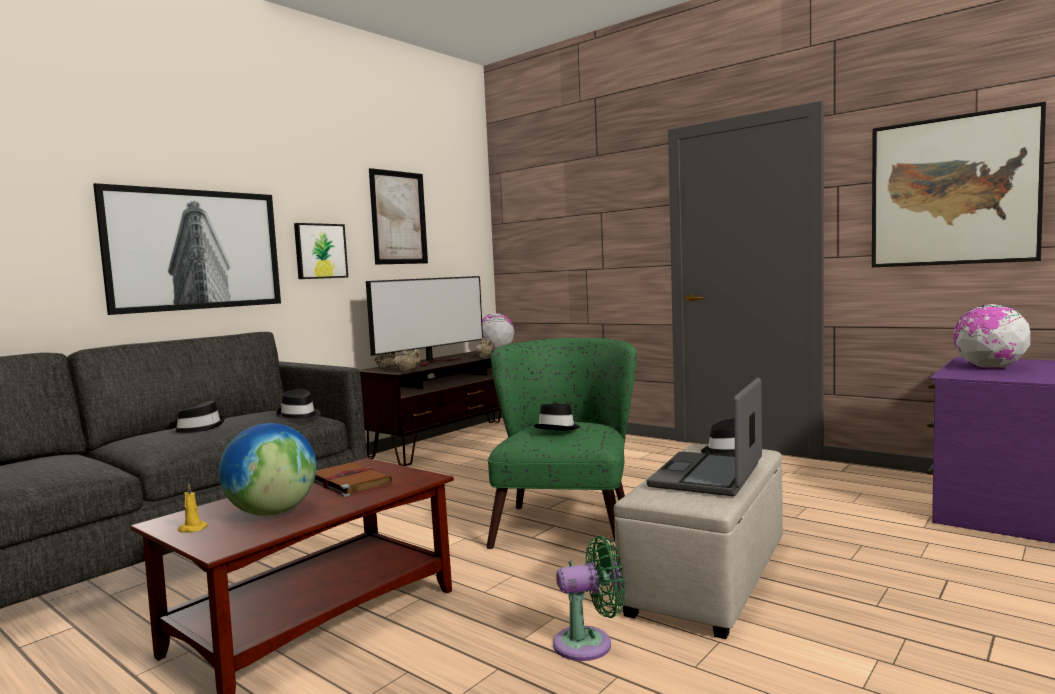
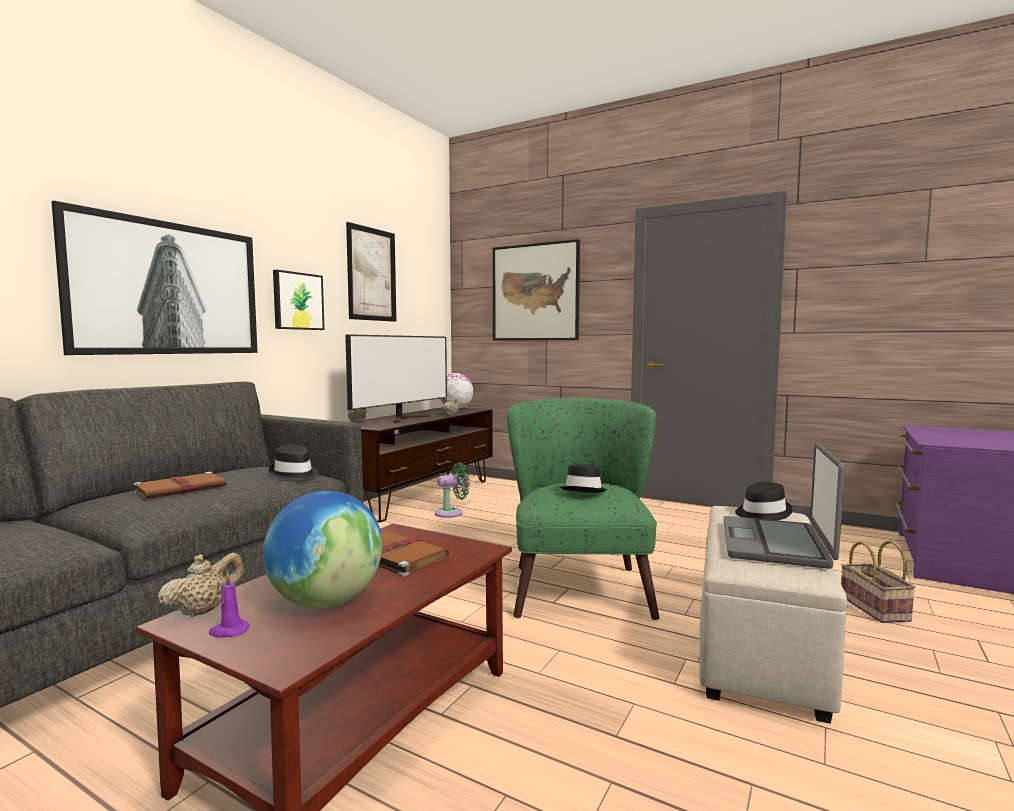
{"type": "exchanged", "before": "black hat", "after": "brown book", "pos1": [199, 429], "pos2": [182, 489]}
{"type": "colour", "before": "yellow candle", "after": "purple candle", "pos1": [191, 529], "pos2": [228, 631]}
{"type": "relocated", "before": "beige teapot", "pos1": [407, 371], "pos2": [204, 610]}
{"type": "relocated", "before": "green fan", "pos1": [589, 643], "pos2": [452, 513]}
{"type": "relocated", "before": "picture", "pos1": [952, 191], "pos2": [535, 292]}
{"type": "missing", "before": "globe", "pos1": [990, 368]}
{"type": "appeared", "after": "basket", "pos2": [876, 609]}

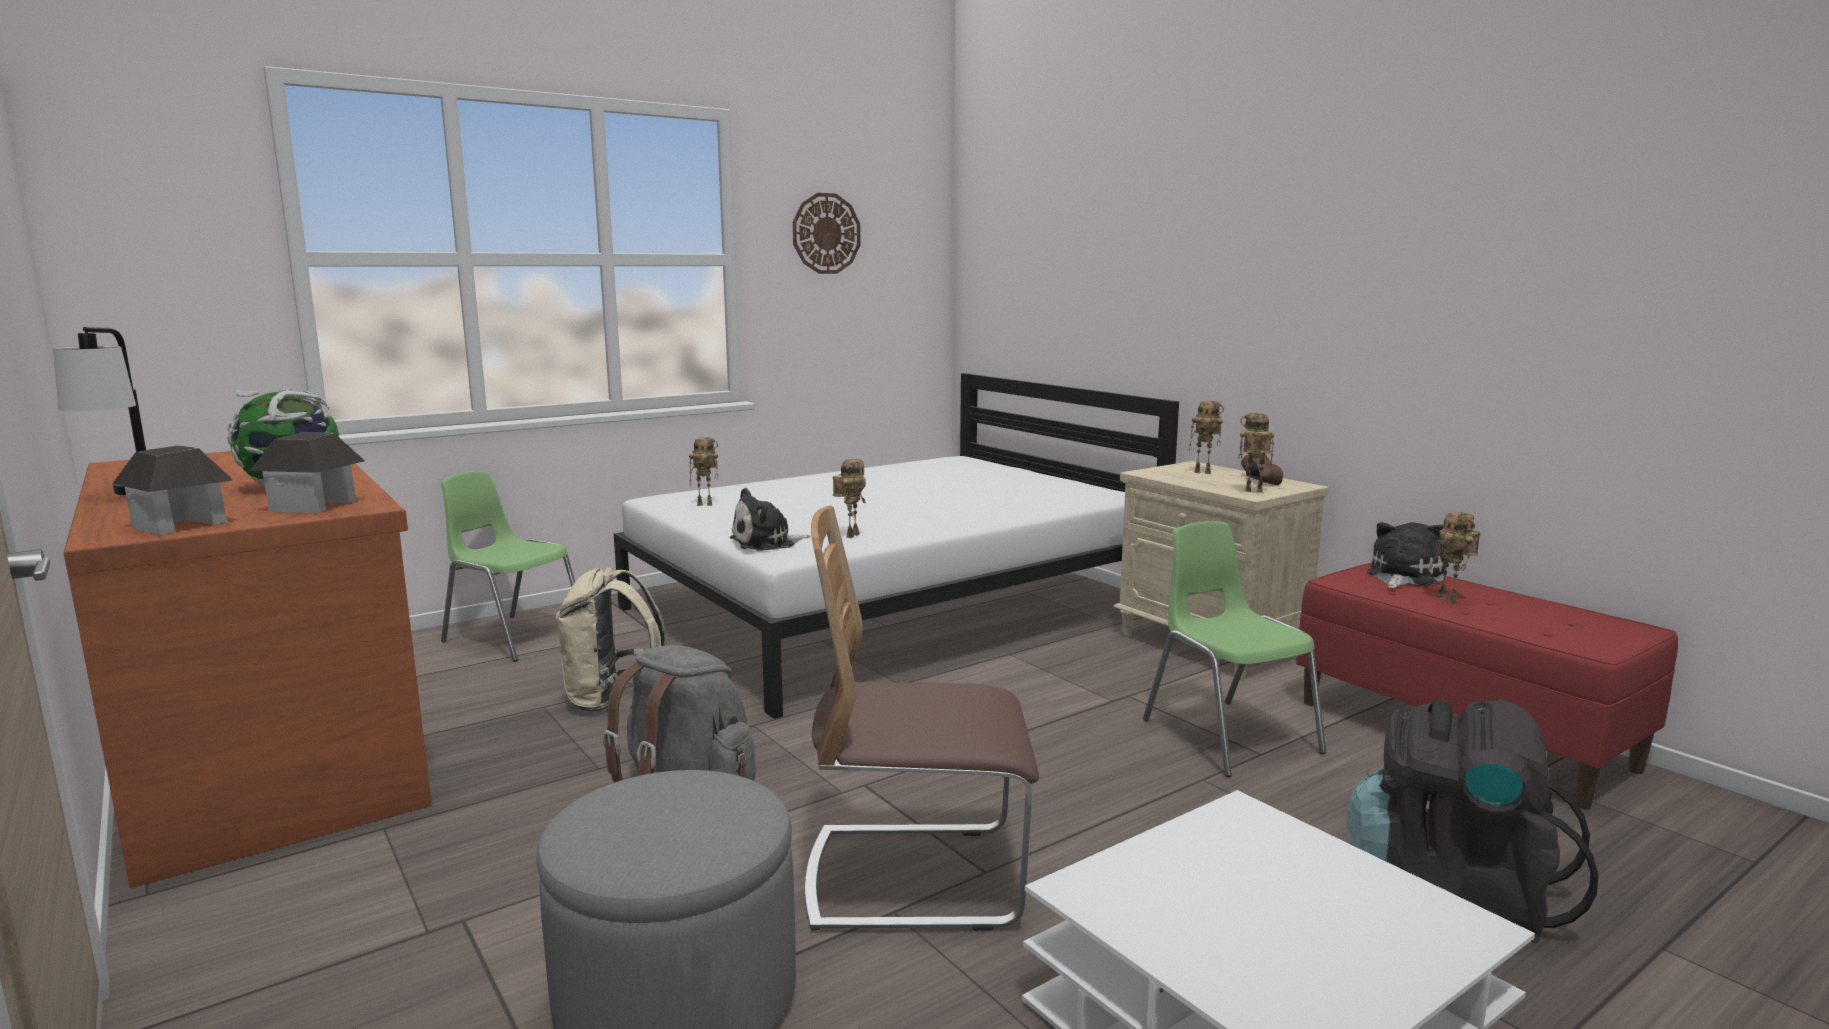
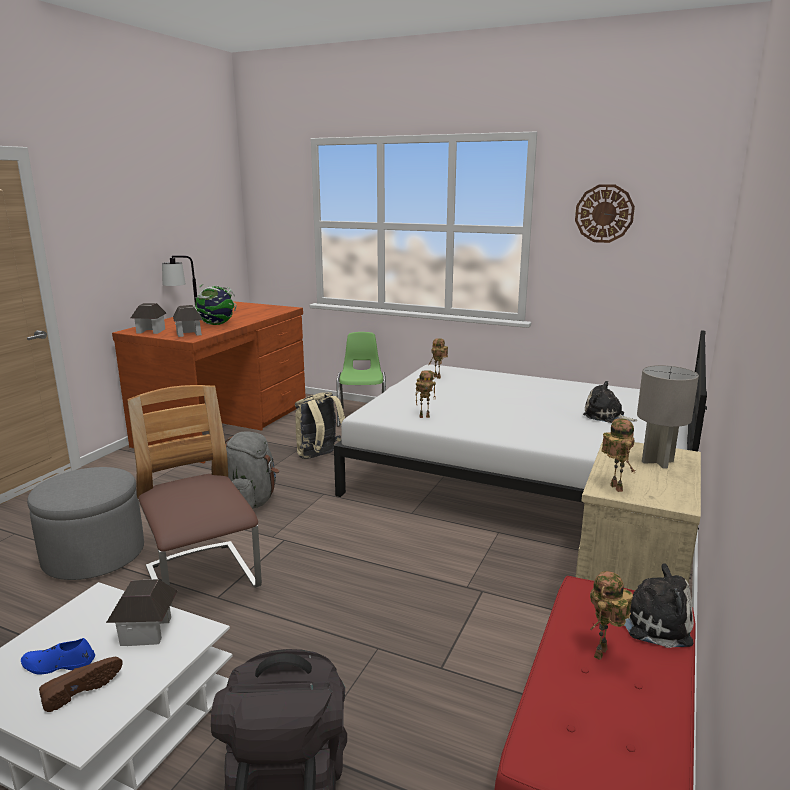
{"type": "relocated", "before": "plush toy", "pos1": [767, 543], "pos2": [606, 416]}
{"type": "missing", "before": "green chair", "pos1": [1228, 735]}
{"type": "exchanged", "before": "toy robot", "after": "grey table lamp", "pos1": [1204, 472], "pos2": [658, 462]}
{"type": "relocated", "before": "brown shoe", "pos1": [1255, 480], "pos2": [80, 689]}
{"type": "appeared", "after": "blue shoe", "pos2": [58, 664]}
{"type": "appeared", "after": "toy house", "pos2": [146, 631]}

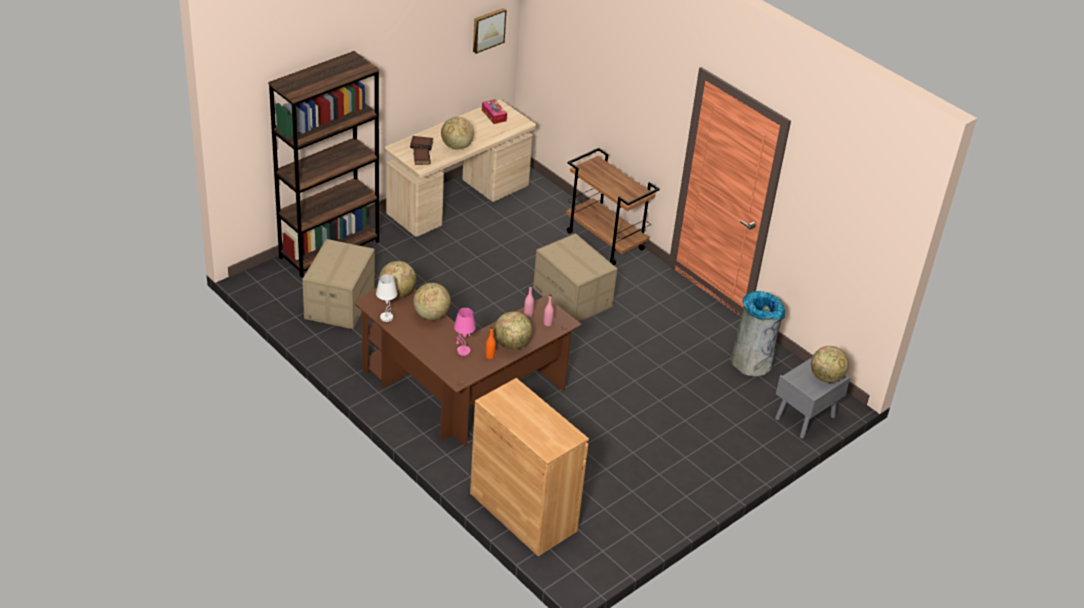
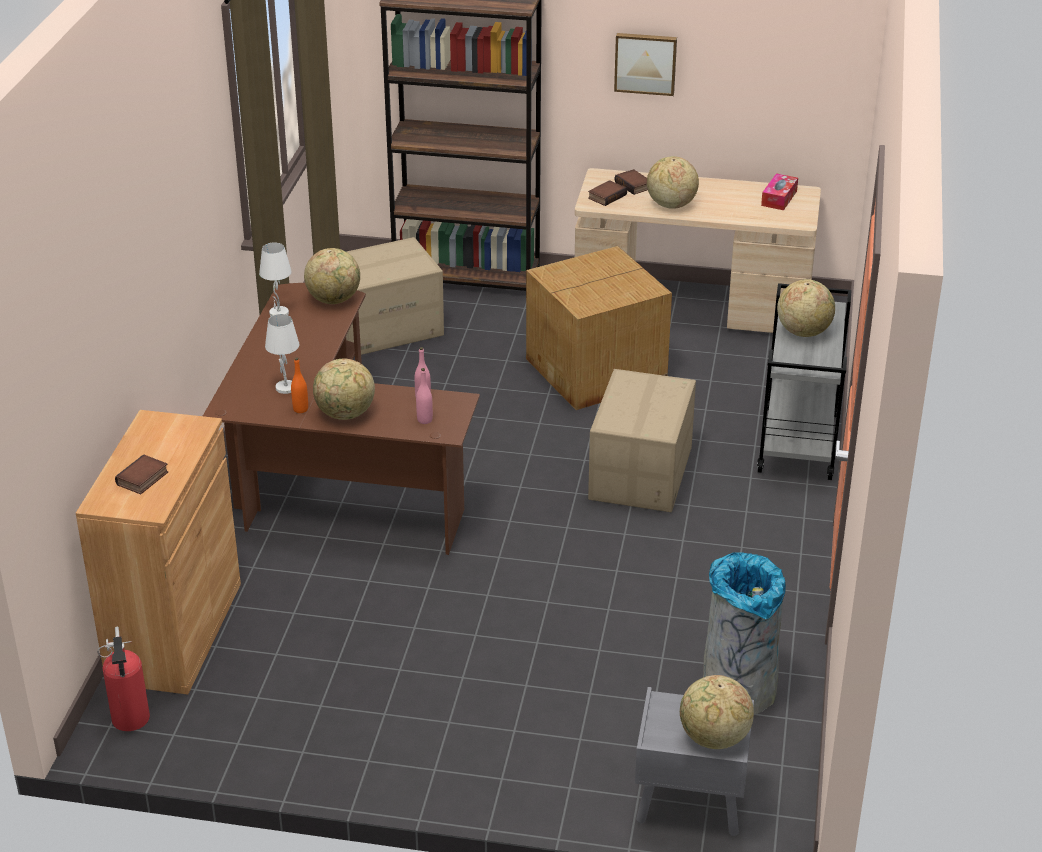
{"type": "relocated", "before": "globe", "pos1": [431, 315], "pos2": [803, 332]}
{"type": "colour", "before": "pink table lamp", "after": "white table lamp", "pos1": [463, 351], "pos2": [285, 387]}
{"type": "relocated", "before": "picture", "pos1": [488, 29], "pos2": [645, 63]}
{"type": "colour", "before": "brown cart", "after": "grey cart", "pos1": [606, 241], "pos2": [798, 444]}
{"type": "appeared", "after": "fire extinguisher", "pos2": [130, 721]}
{"type": "appeared", "after": "book", "pos2": [143, 479]}
{"type": "appeared", "after": "cardboard box", "pos2": [598, 371]}

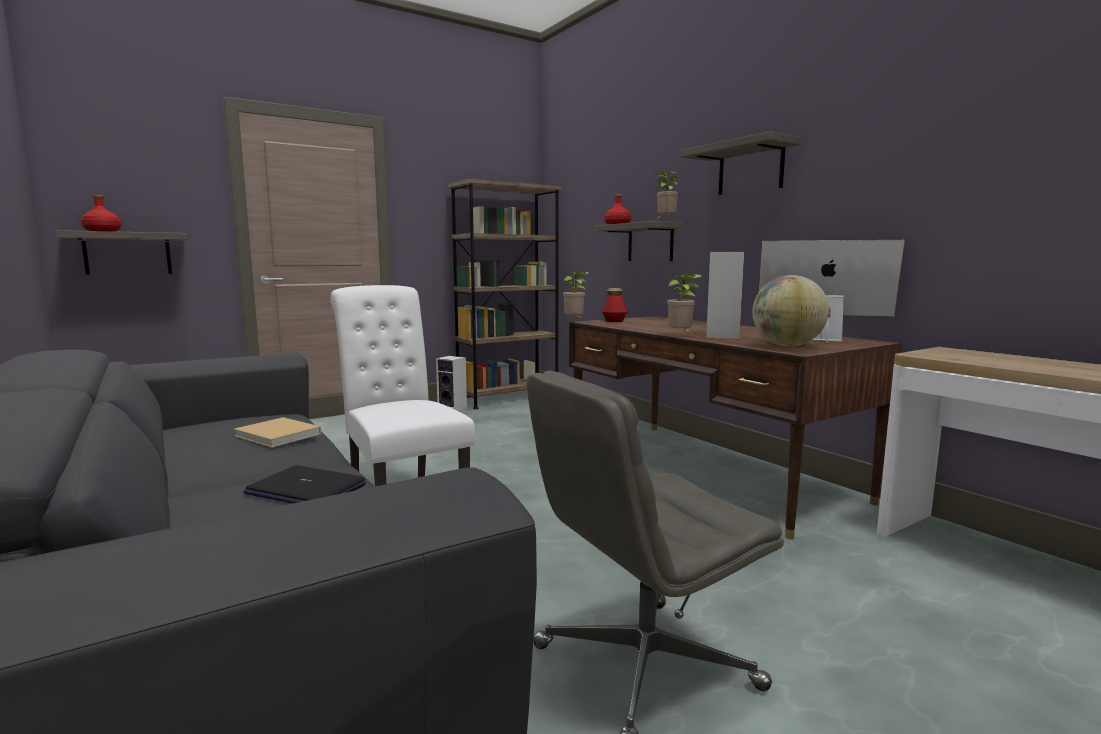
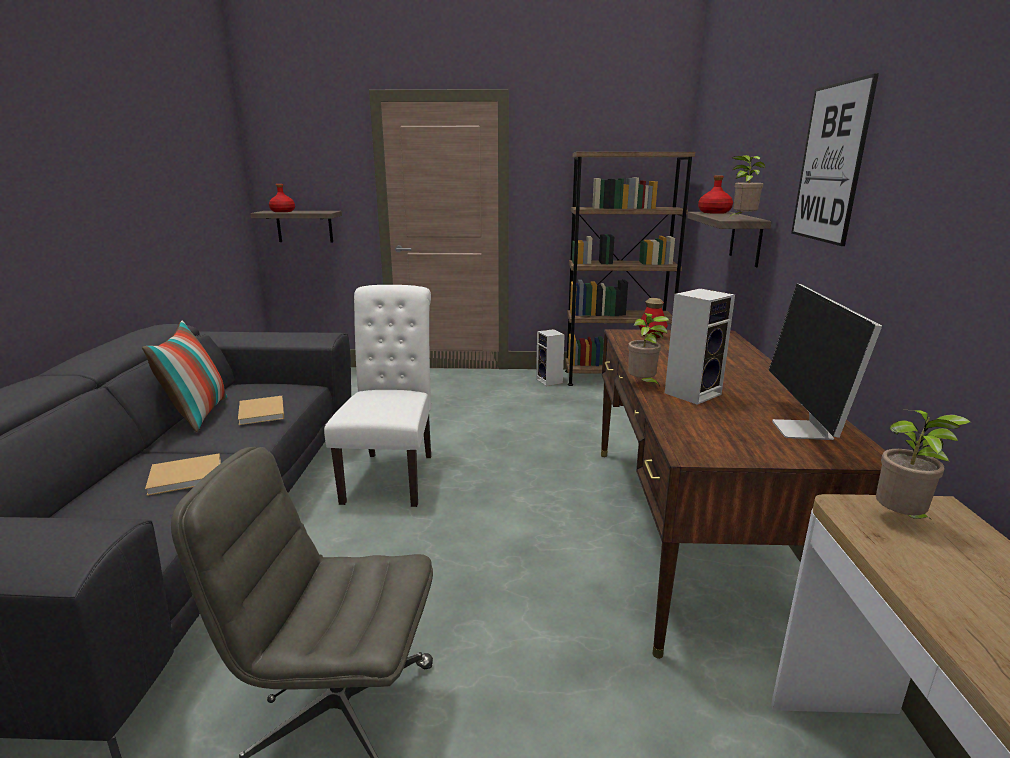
{"type": "exchanged", "before": "laptop", "after": "beige book", "pos1": [305, 489], "pos2": [188, 476]}
{"type": "relocated", "before": "potted plant", "pos1": [575, 321], "pos2": [901, 520]}
{"type": "exchanged", "before": "shelf", "after": "picture", "pos1": [750, 169], "pos2": [830, 164]}
{"type": "missing", "before": "globe", "pos1": [787, 346]}
{"type": "spun", "before": "monitor", "pos1": [821, 339], "pos2": [803, 431], "turn": -135}
{"type": "appeared", "after": "pillow", "pos2": [197, 415]}

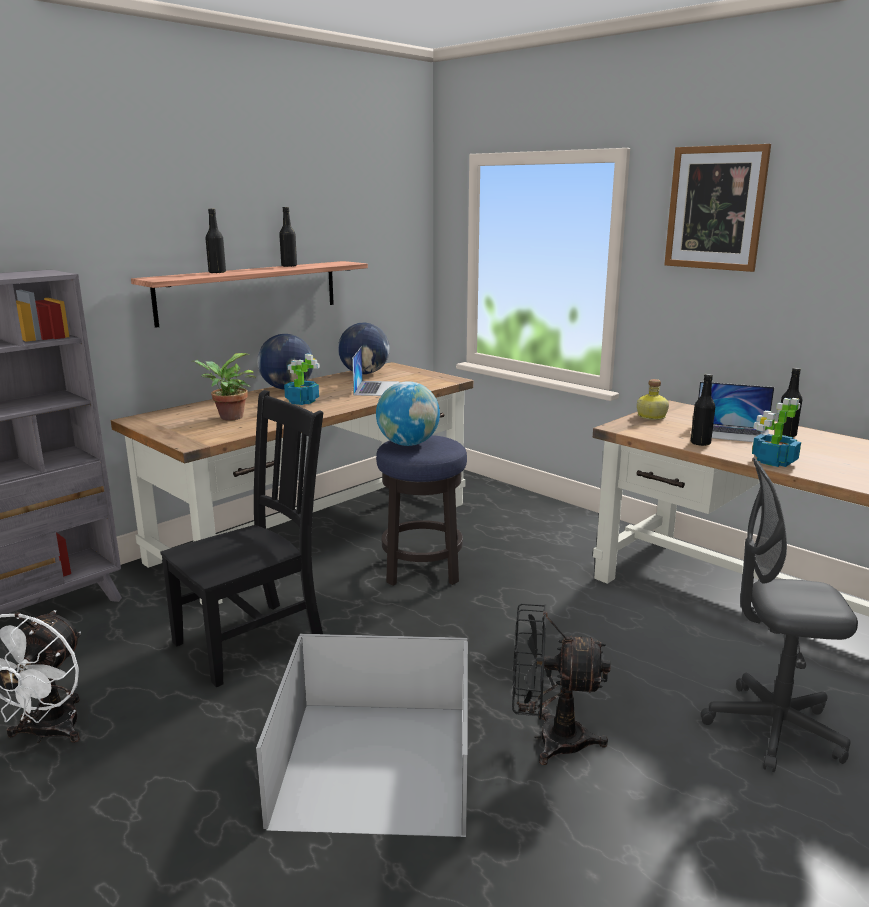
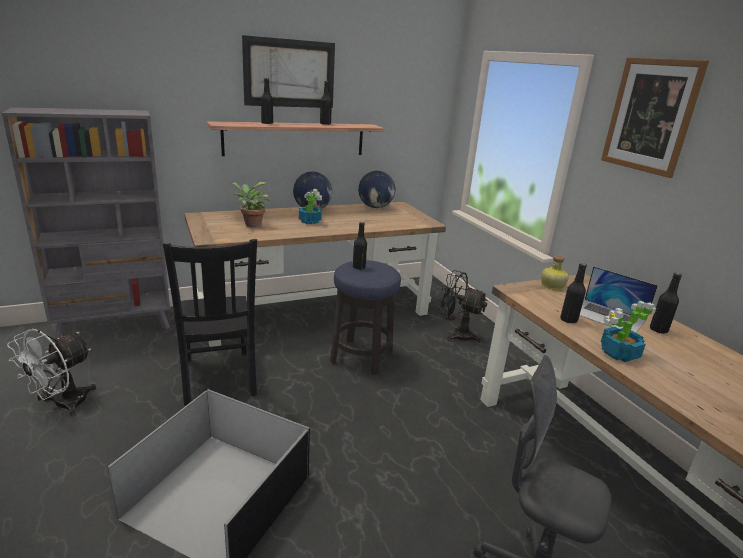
{"type": "spun", "before": "black chair", "pos1": [254, 640], "pos2": [218, 378], "turn": 90}
{"type": "missing", "before": "laptop", "pos1": [376, 388]}
{"type": "exchanged", "before": "globe", "after": "black bottle", "pos1": [408, 444], "pos2": [359, 267]}
{"type": "relocated", "before": "black fan", "pos1": [549, 739], "pos2": [456, 334]}
{"type": "appeared", "after": "picture", "pos2": [289, 73]}

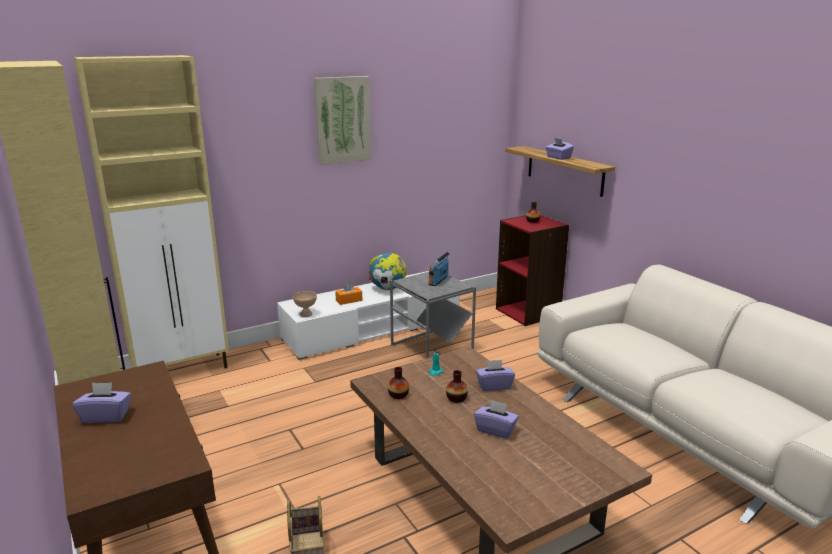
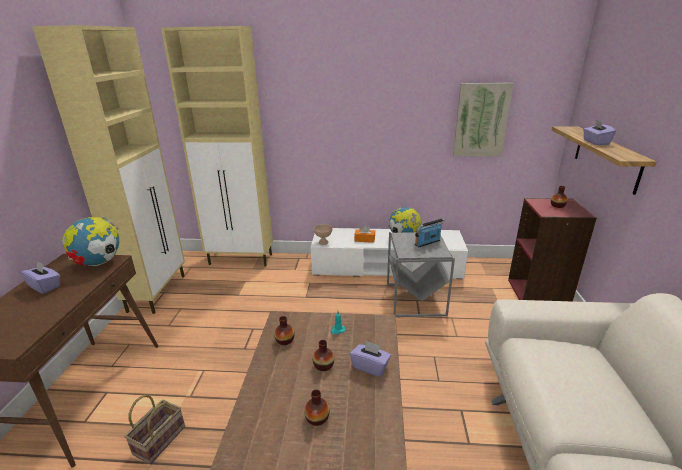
{"type": "relocated", "before": "picture", "pos1": [342, 120], "pos2": [481, 120]}
{"type": "exchanged", "before": "purple tissue box", "after": "vase", "pos1": [495, 430], "pos2": [317, 418]}
{"type": "appeared", "after": "globe", "pos2": [99, 263]}

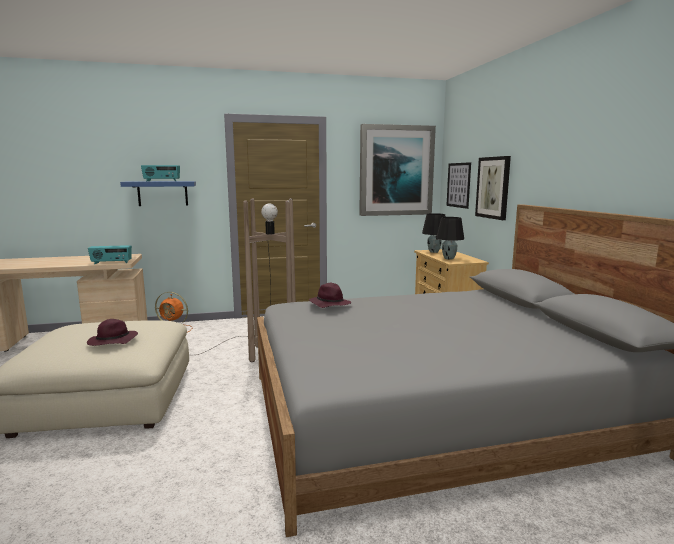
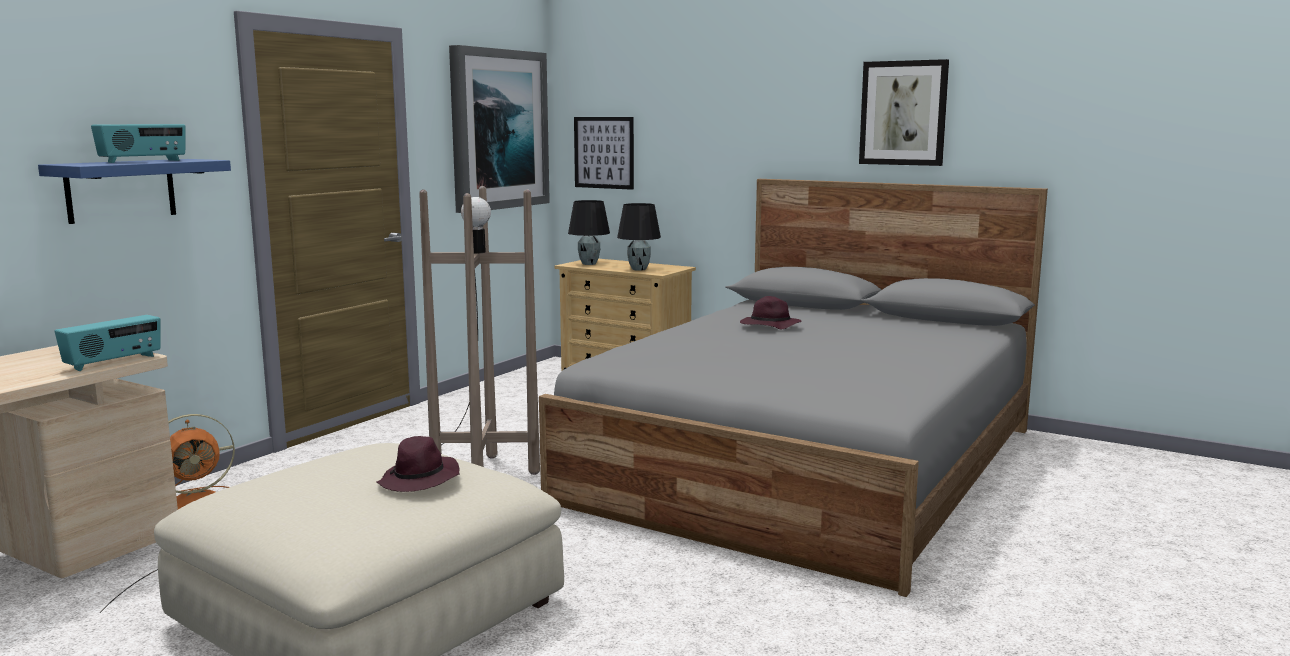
{"type": "relocated", "before": "purple hat", "pos1": [329, 304], "pos2": [769, 326]}
{"type": "relocated", "before": "picture", "pos1": [493, 187], "pos2": [903, 113]}

